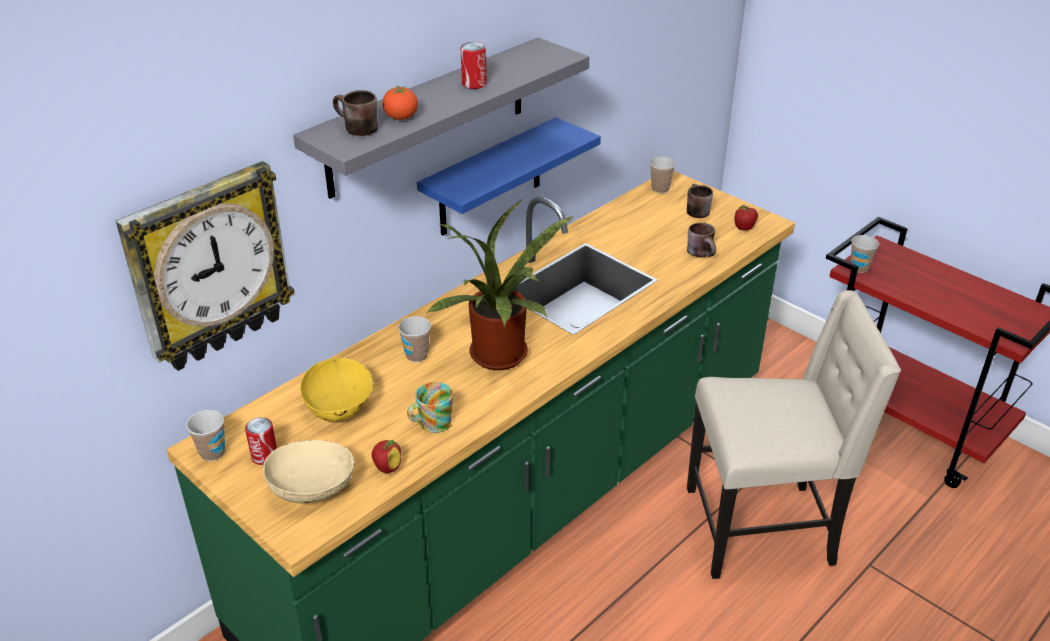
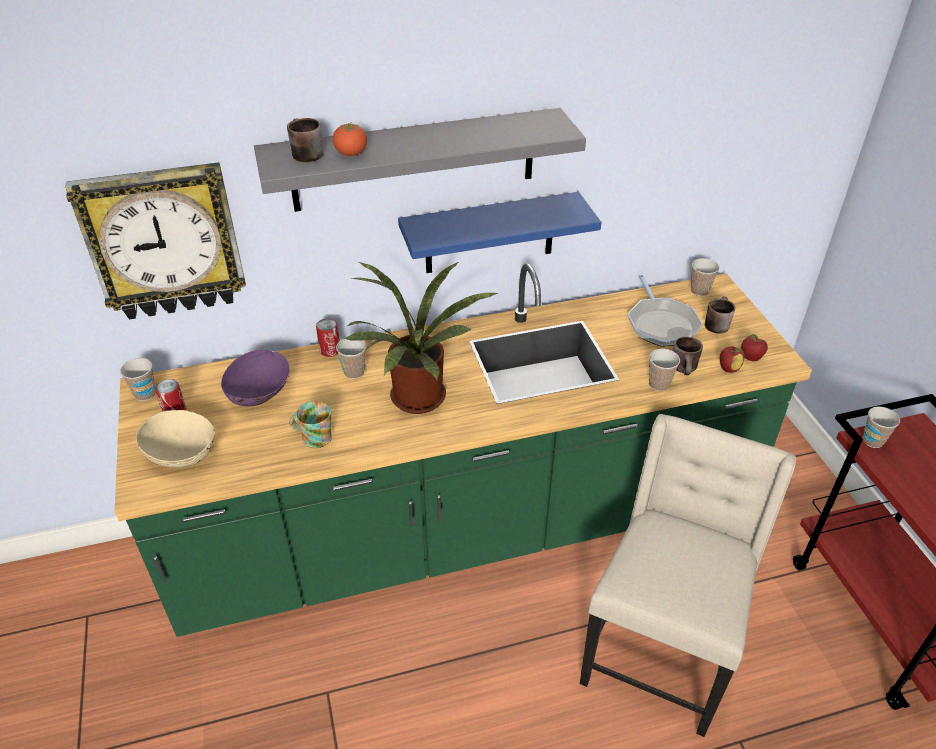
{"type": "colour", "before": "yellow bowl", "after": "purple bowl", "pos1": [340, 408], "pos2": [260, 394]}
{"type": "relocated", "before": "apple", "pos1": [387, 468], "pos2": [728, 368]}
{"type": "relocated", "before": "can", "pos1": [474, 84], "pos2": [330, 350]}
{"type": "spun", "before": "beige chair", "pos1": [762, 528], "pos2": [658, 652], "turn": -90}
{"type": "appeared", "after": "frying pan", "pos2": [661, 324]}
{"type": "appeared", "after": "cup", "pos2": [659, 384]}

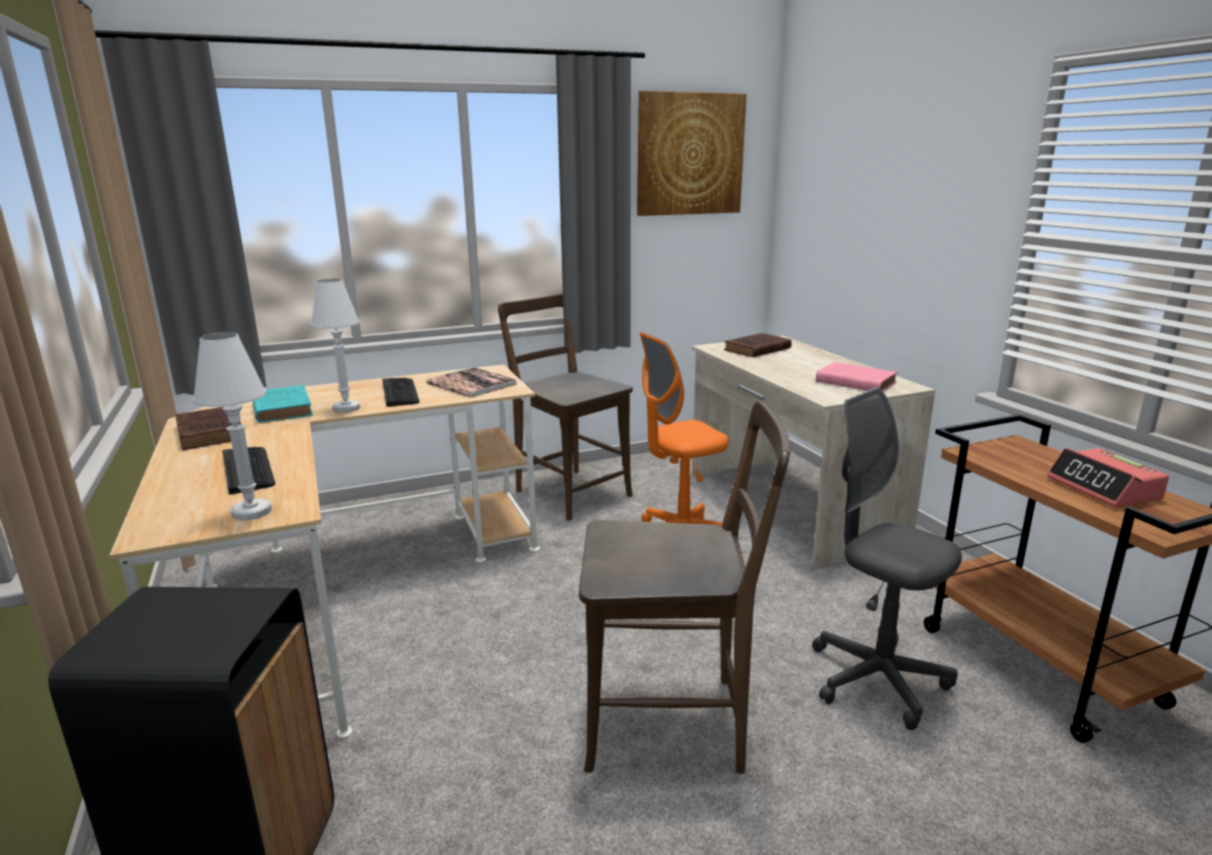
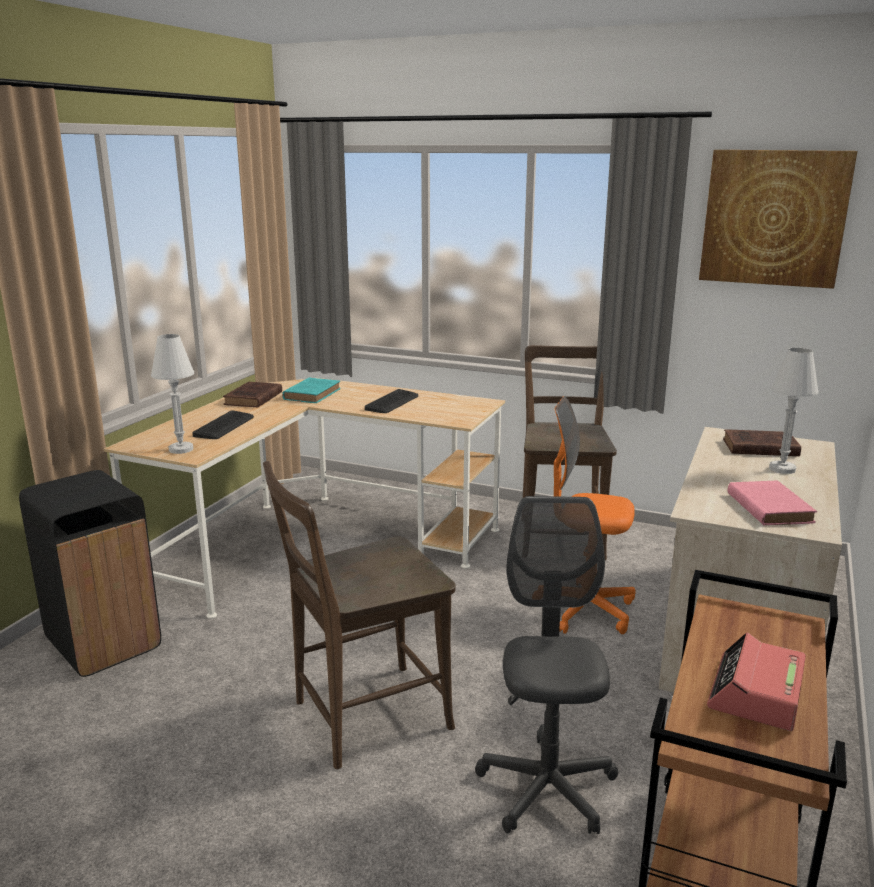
{"type": "relocated", "before": "white table lamp", "pos1": [346, 408], "pos2": [782, 469]}
{"type": "missing", "before": "book", "pos1": [471, 384]}
{"type": "spun", "before": "brown chair", "pos1": [674, 722], "pos2": [364, 717], "turn": 105}

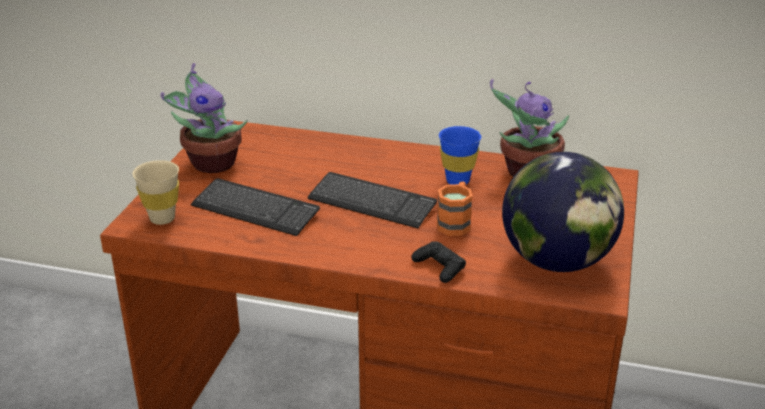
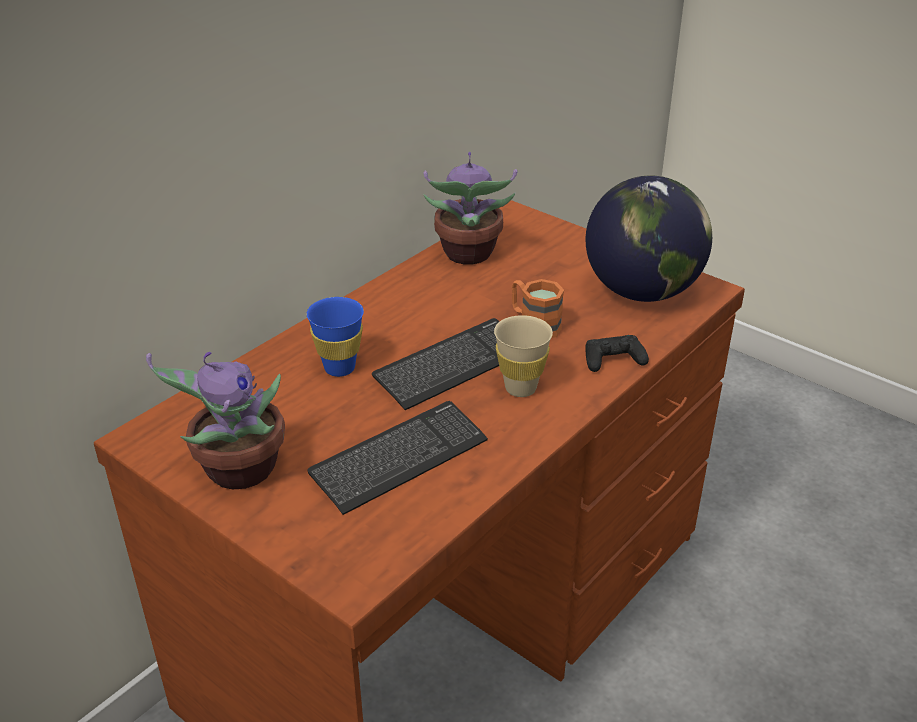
{"type": "relocated", "before": "beige cup", "pos1": [162, 218], "pos2": [520, 388]}
{"type": "relocated", "before": "blue cup", "pos1": [457, 181], "pos2": [339, 368]}

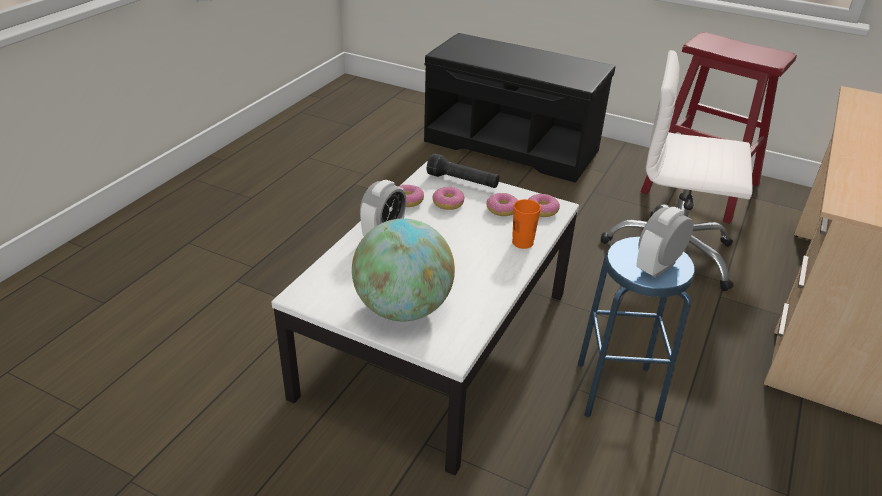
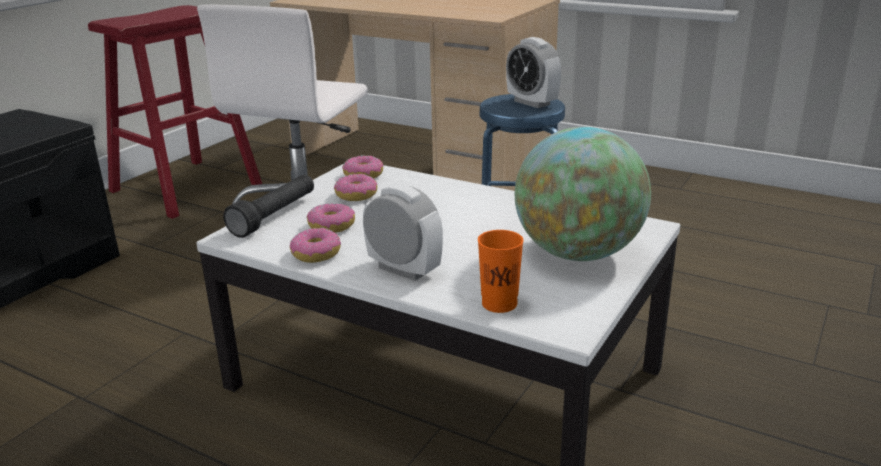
{"type": "relocated", "before": "orange cup", "pos1": [522, 242], "pos2": [499, 304]}

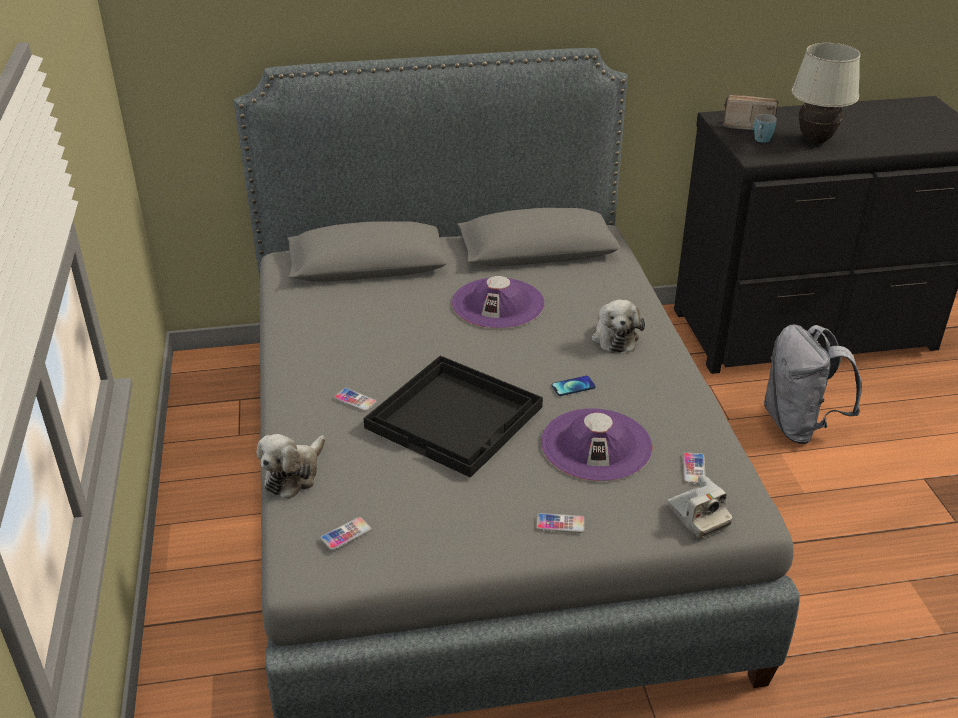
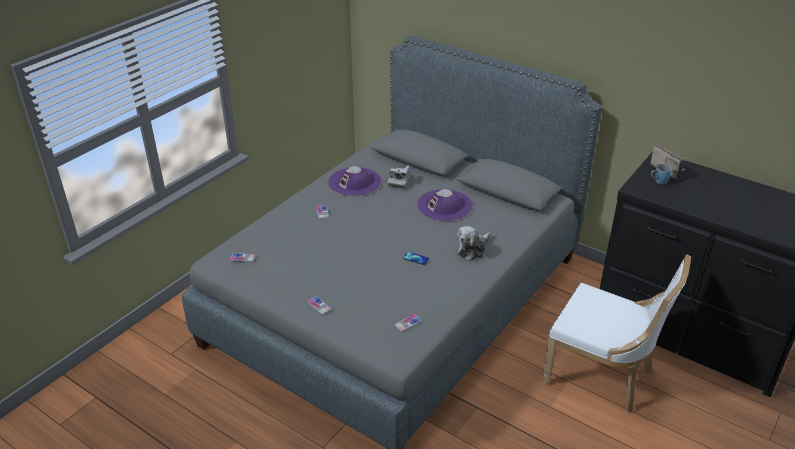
{"type": "missing", "before": "plush toy", "pos1": [294, 474]}
{"type": "missing", "before": "black tray", "pos1": [456, 417]}
{"type": "relocated", "before": "purple hat", "pos1": [596, 445], "pos2": [355, 182]}
{"type": "relocated", "before": "photo camera", "pos1": [698, 516], "pos2": [399, 182]}
{"type": "exchanged", "before": "grey backpack", "after": "white chair", "pos1": [799, 426], "pos2": [601, 376]}
{"type": "missing", "before": "white table lamp", "pos1": [815, 140]}

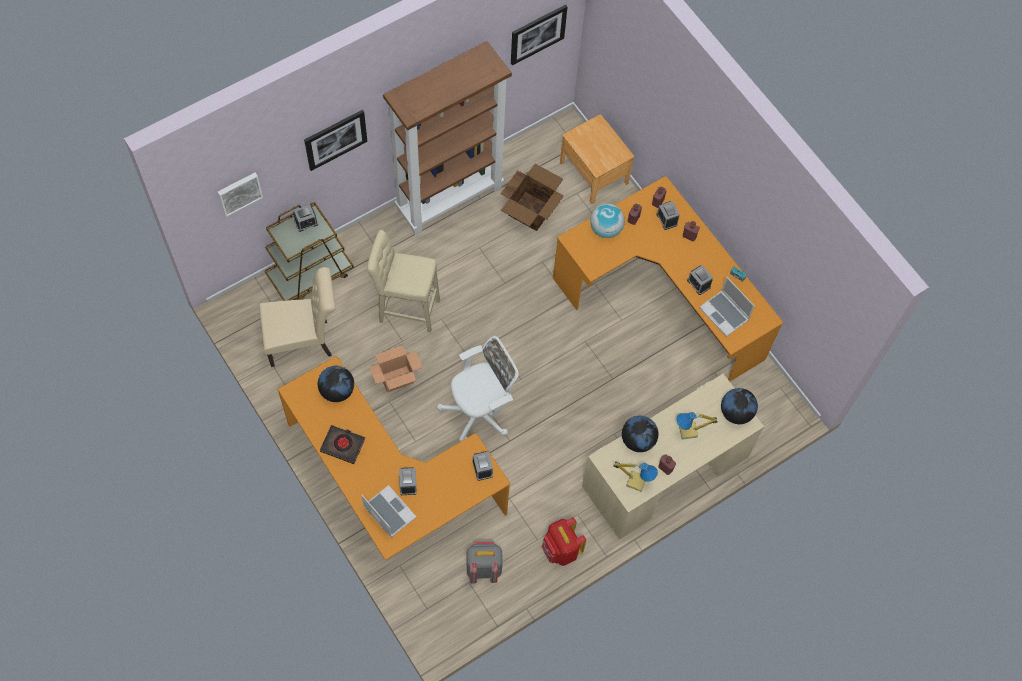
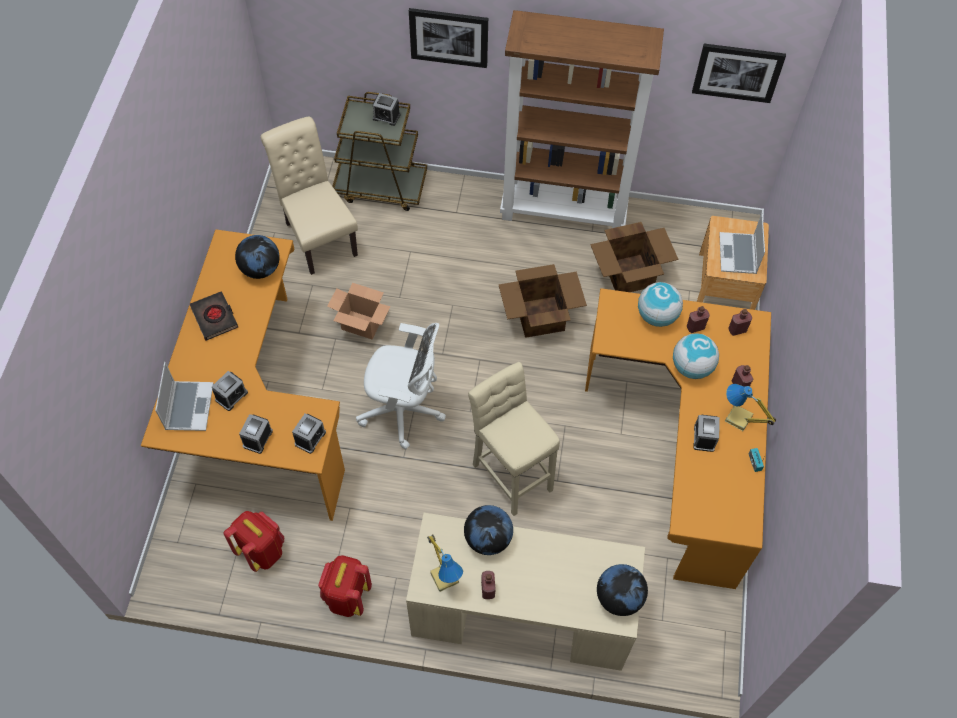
{"type": "missing", "before": "picture", "pos1": [239, 192]}
{"type": "spun", "before": "beige chair", "pos1": [304, 342], "pos2": [318, 235], "turn": -150}
{"type": "relocated", "before": "beige stool", "pos1": [406, 309], "pos2": [510, 473]}
{"type": "colour", "before": "grey backpack", "after": "red backpack", "pos1": [483, 568], "pos2": [262, 550]}
{"type": "relocated", "before": "alarm clock", "pos1": [667, 219], "pos2": [257, 438]}
{"type": "relocated", "before": "table lamp", "pos1": [688, 431], "pos2": [738, 419]}
{"type": "relocated", "before": "laptop", "pos1": [725, 314], "pos2": [738, 254]}
{"type": "appeared", "after": "cardboard box", "pos2": [539, 316]}
{"type": "appeared", "after": "globe", "pos2": [691, 367]}

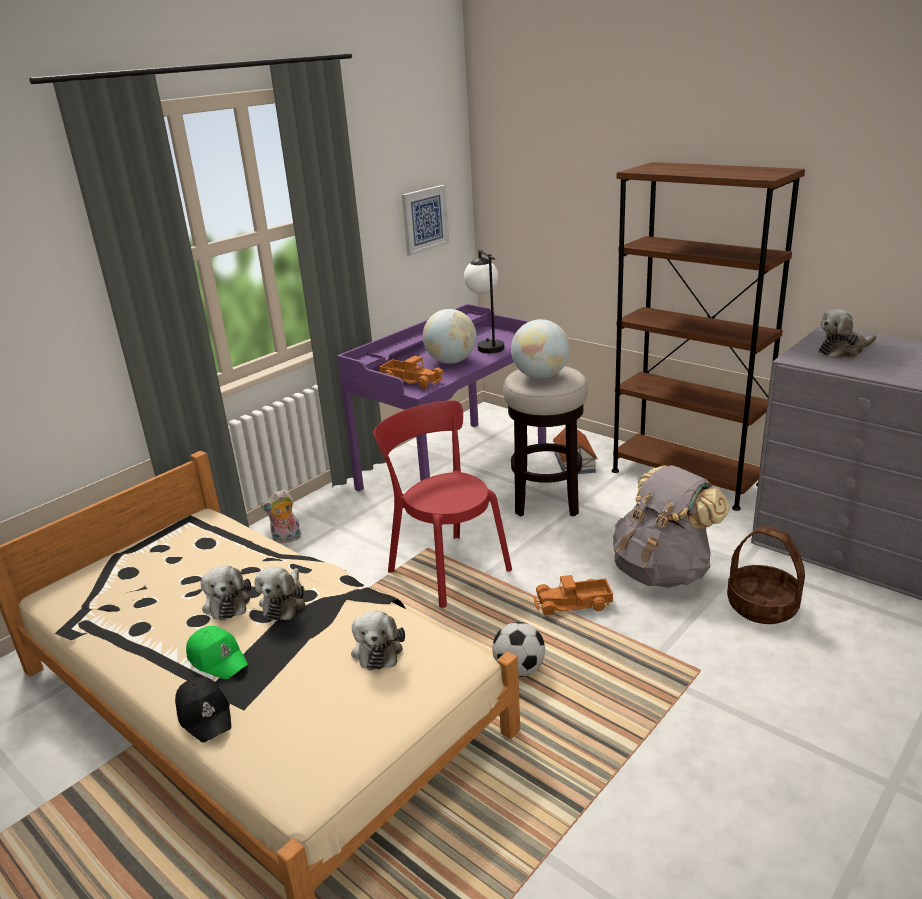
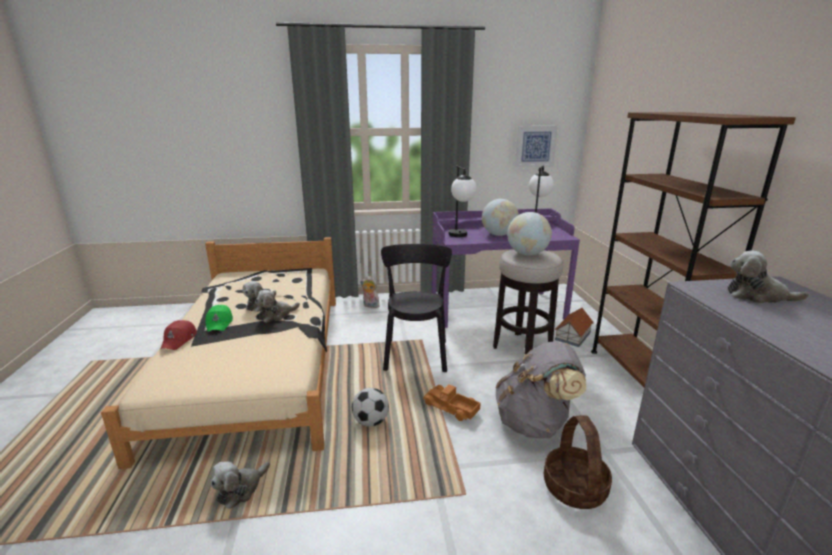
{"type": "colour", "before": "black cap", "after": "red cap", "pos1": [205, 714], "pos2": [179, 340]}
{"type": "relocated", "before": "plush toy", "pos1": [377, 649], "pos2": [241, 489]}
{"type": "colour", "before": "red chair", "after": "black chair", "pos1": [446, 567], "pos2": [416, 353]}
{"type": "exchanged", "before": "toy truck", "after": "table lamp", "pos1": [412, 380], "pos2": [460, 236]}

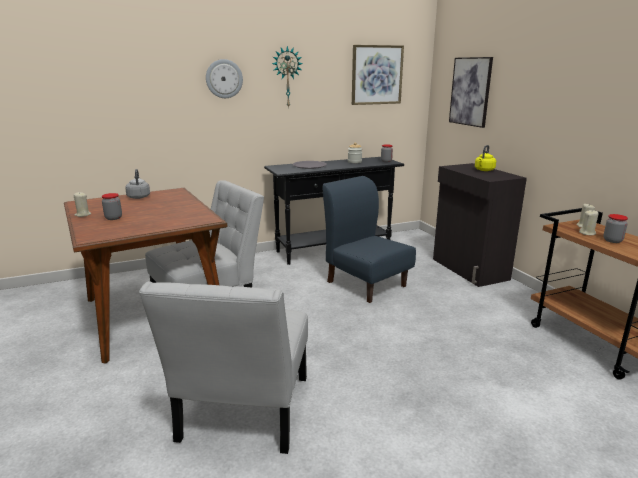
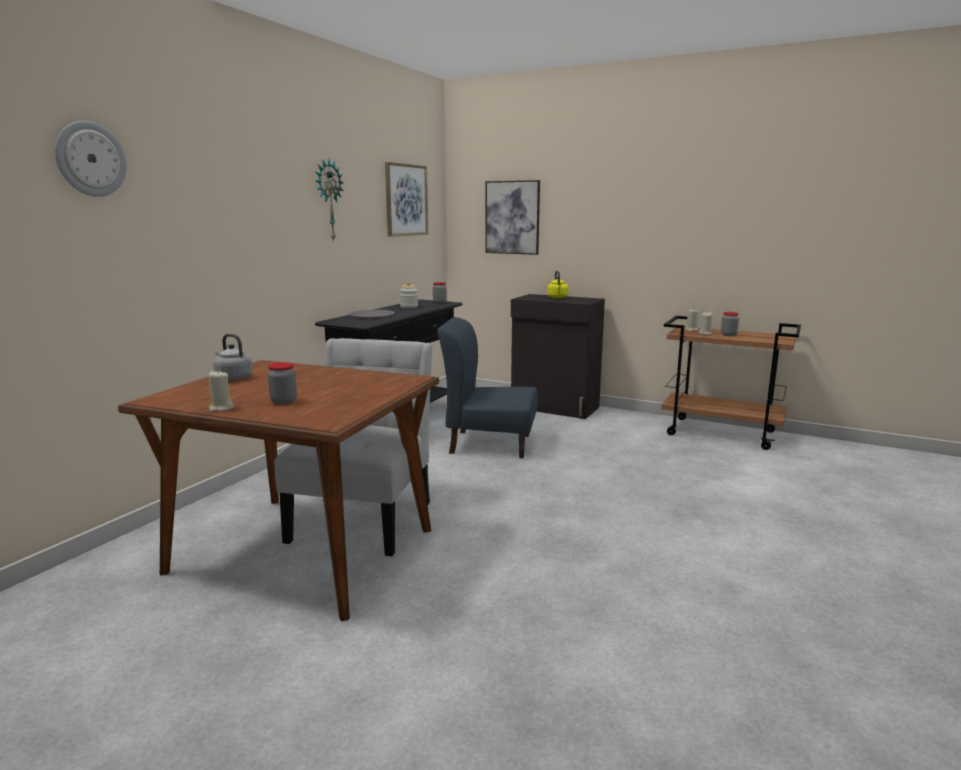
{"type": "missing", "before": "white chair", "pos1": [243, 414]}
{"type": "relocated", "before": "wall clock", "pos1": [224, 79], "pos2": [90, 159]}

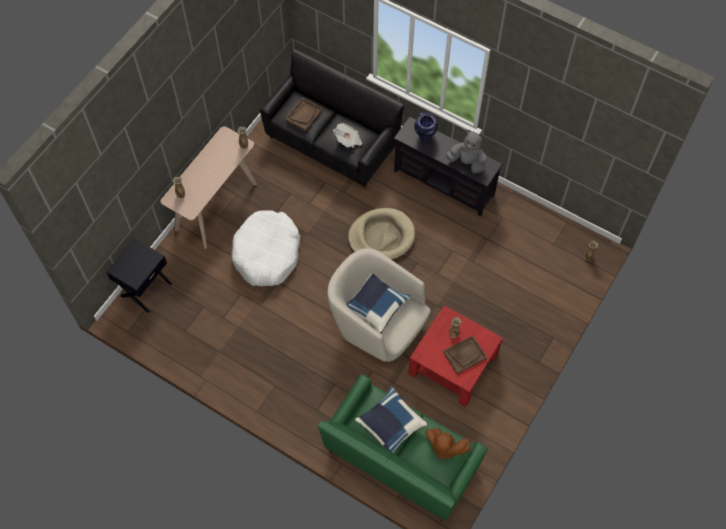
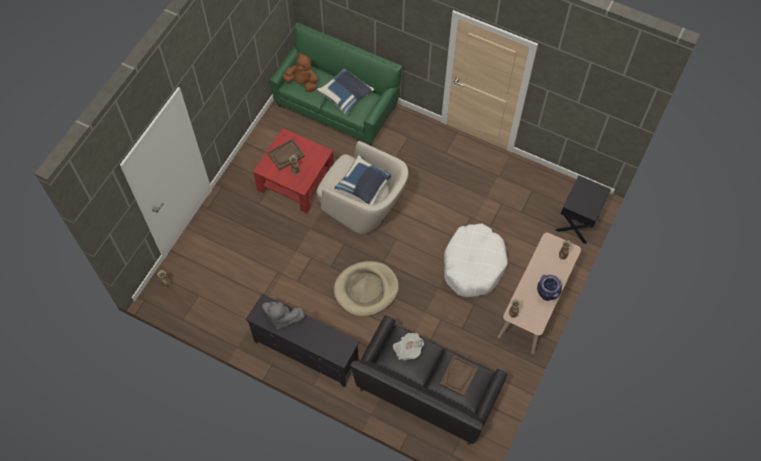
{"type": "relocated", "before": "vase", "pos1": [425, 136], "pos2": [546, 295]}

